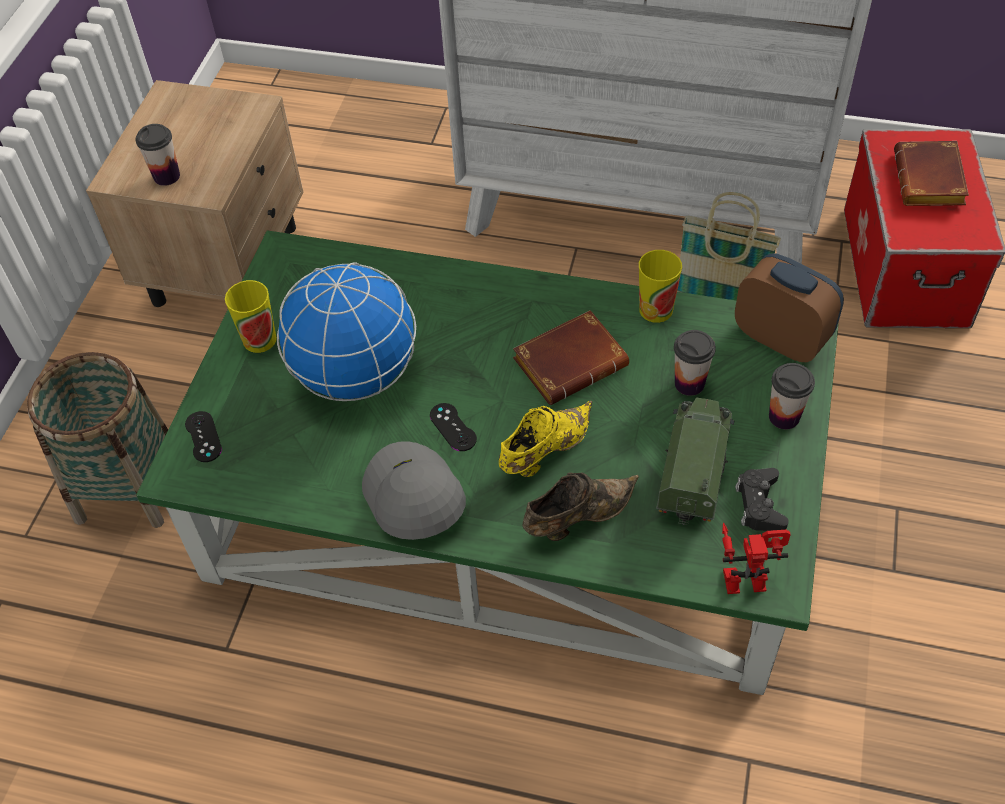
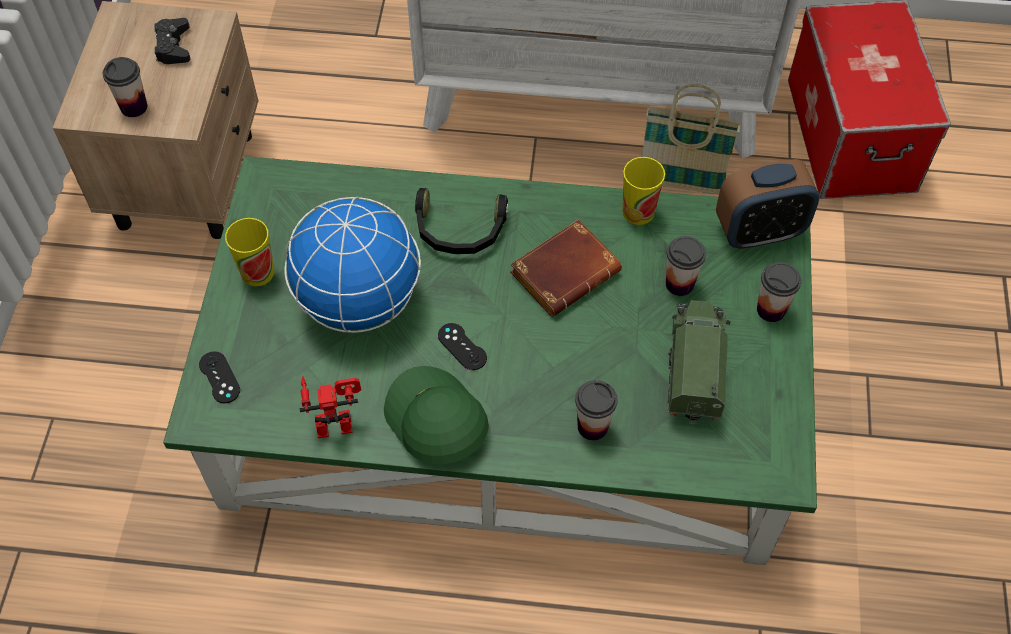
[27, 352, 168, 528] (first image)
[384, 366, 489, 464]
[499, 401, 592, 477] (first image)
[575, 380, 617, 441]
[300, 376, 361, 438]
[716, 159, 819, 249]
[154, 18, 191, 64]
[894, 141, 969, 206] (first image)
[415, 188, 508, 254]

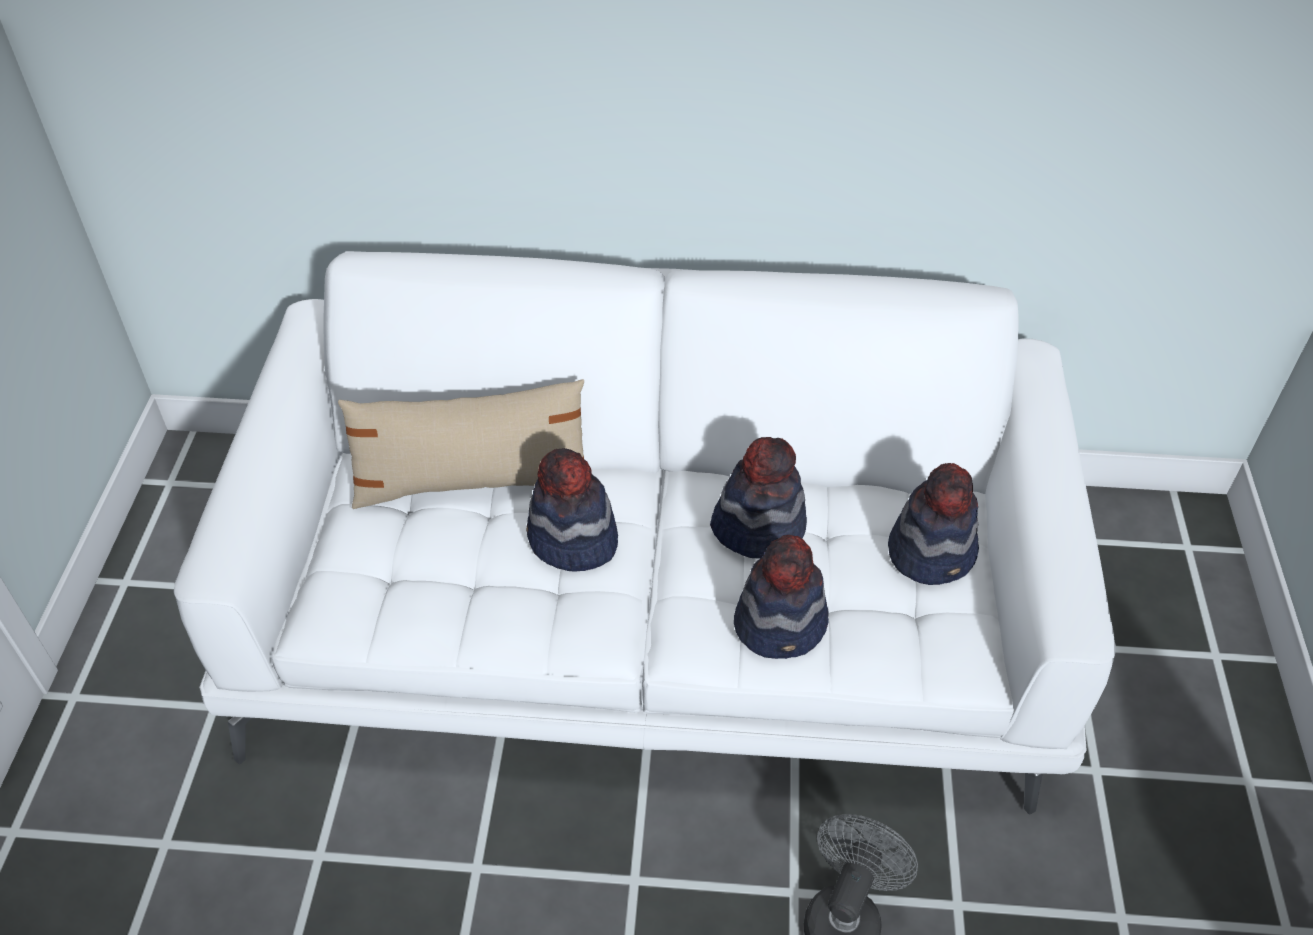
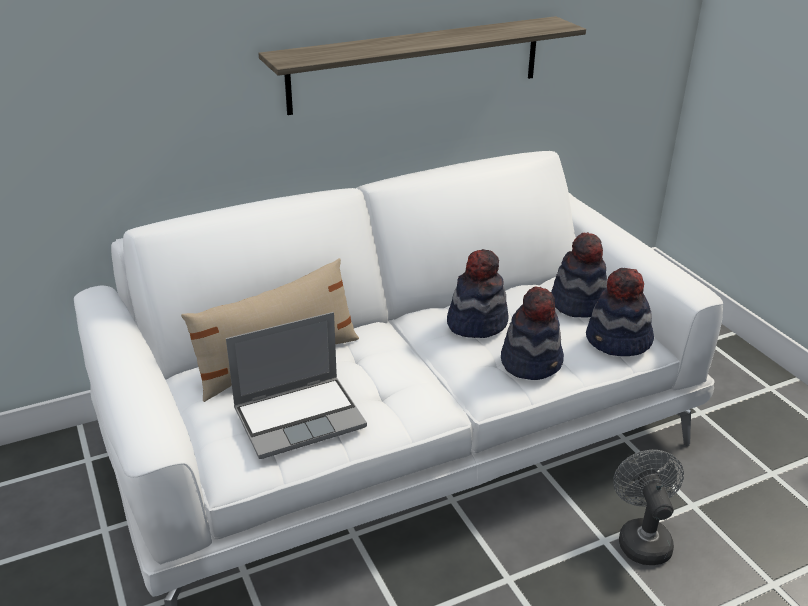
[586, 268, 654, 356]
[226, 312, 367, 459]
[258, 16, 586, 115]

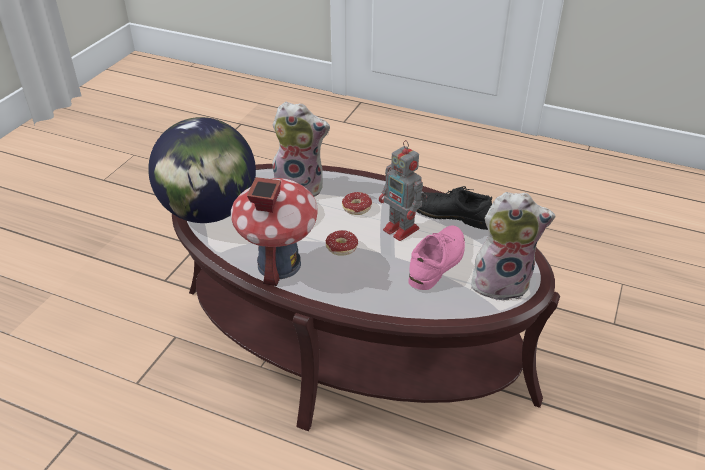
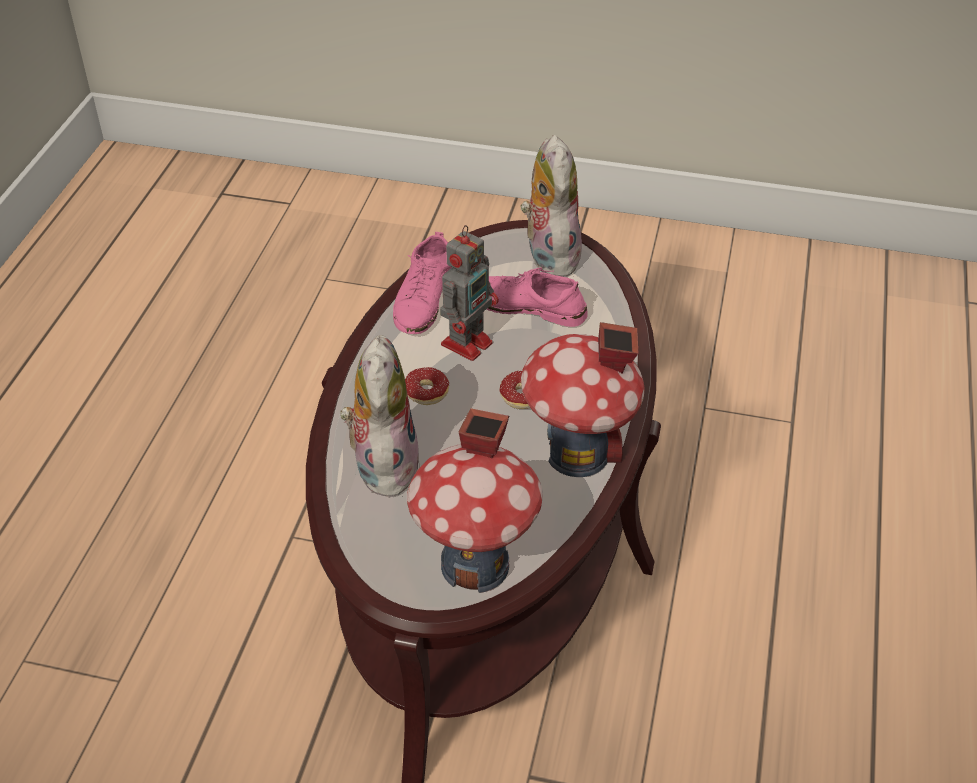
[407, 408, 543, 593]
[393, 232, 452, 334]

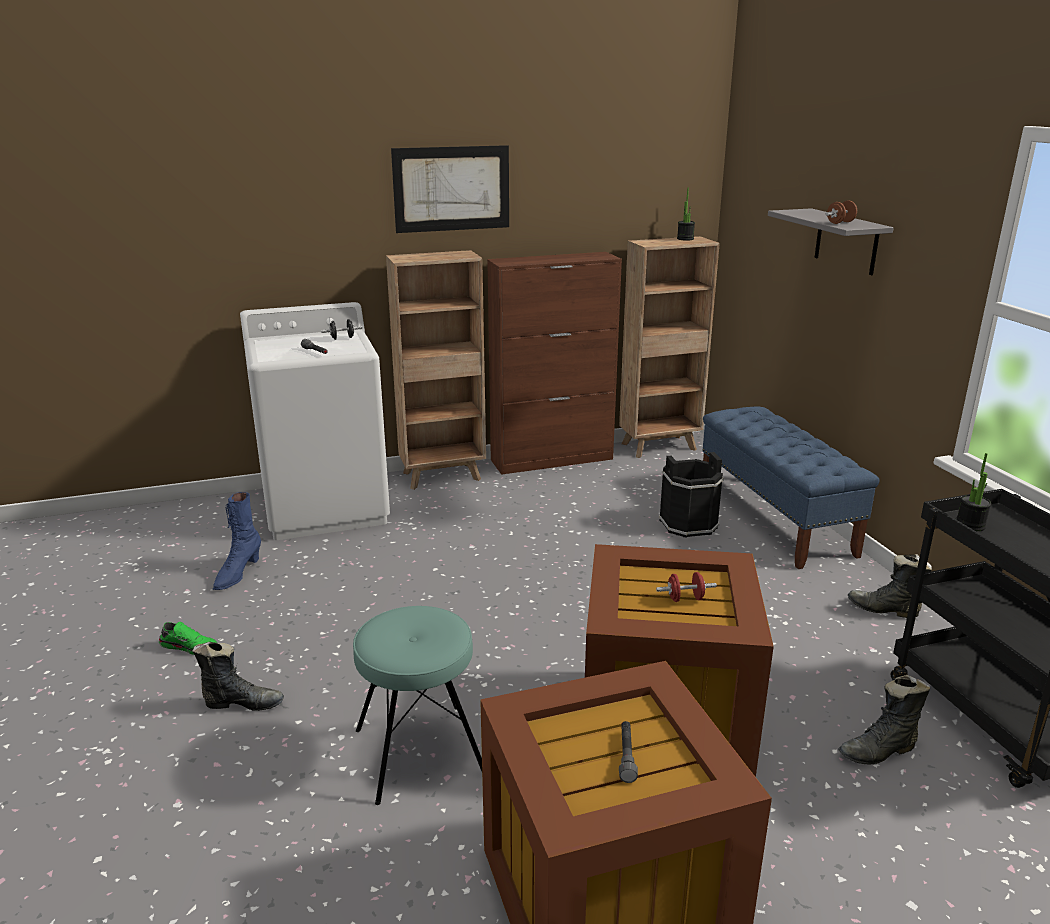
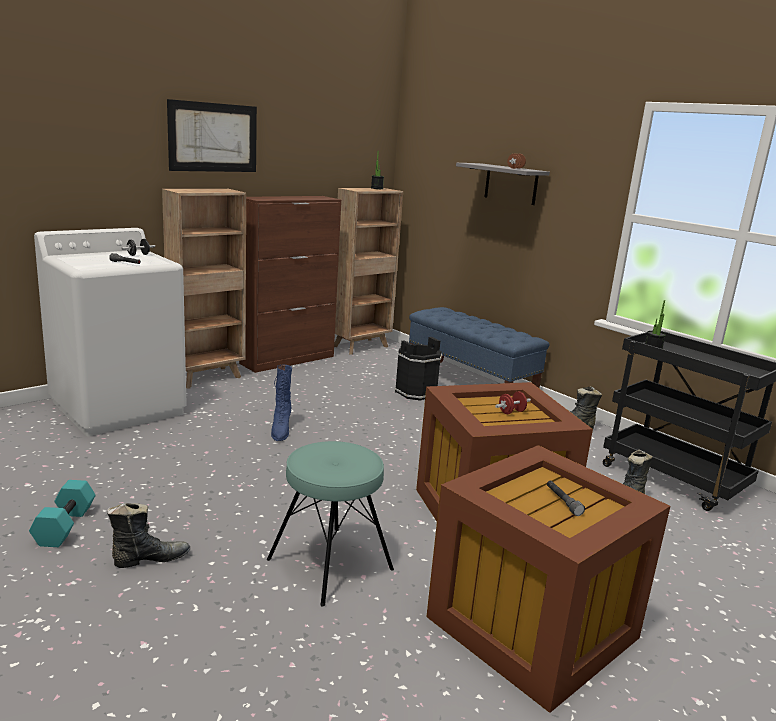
[29, 480, 96, 547]
[271, 365, 292, 441]

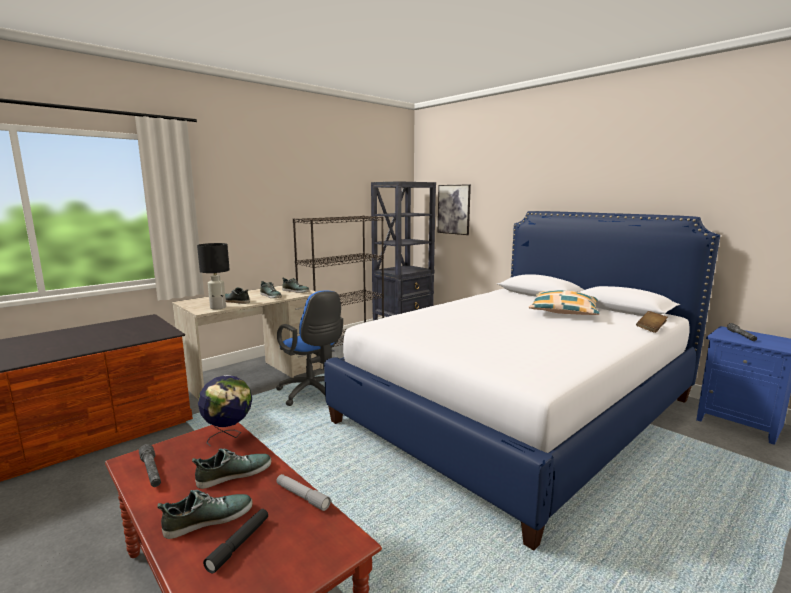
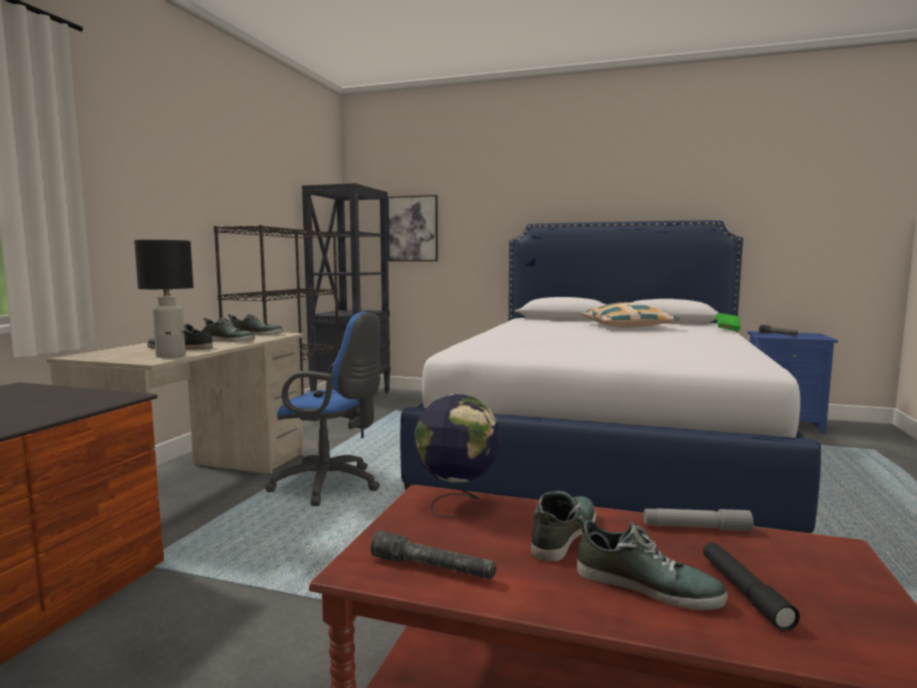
[577, 515, 728, 610]
[716, 313, 741, 332]

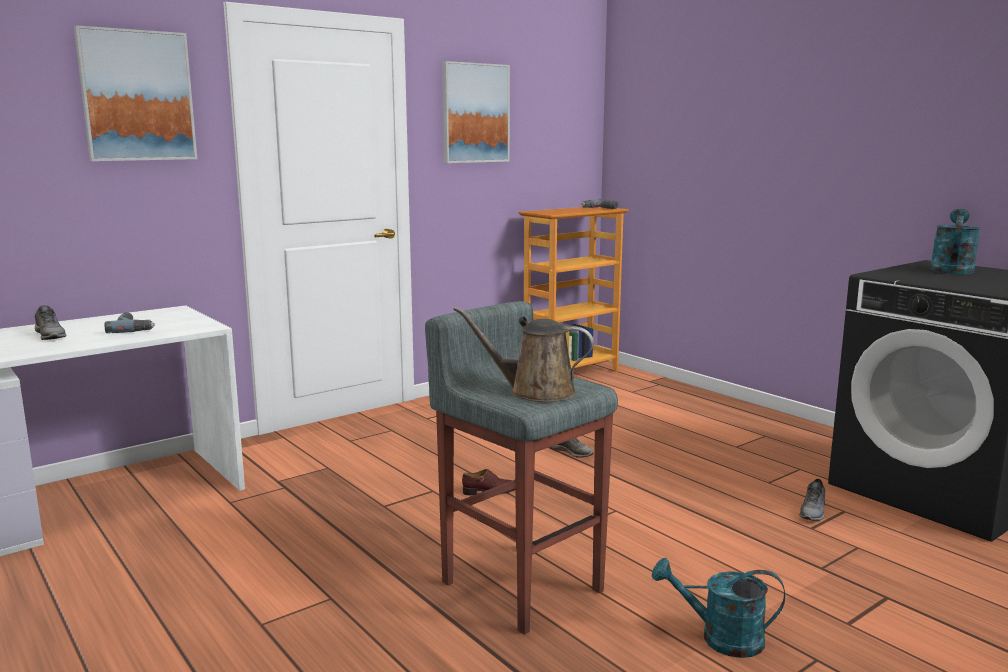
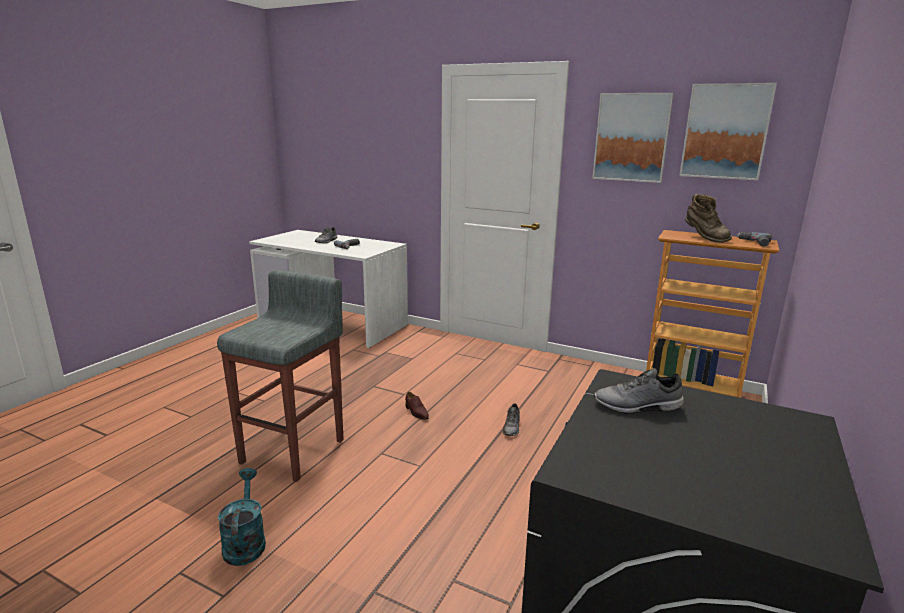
[679, 83, 777, 180]
[453, 307, 594, 402] (first image)
[594, 368, 684, 413]
[929, 209, 981, 274] (first image)
[685, 194, 732, 243]

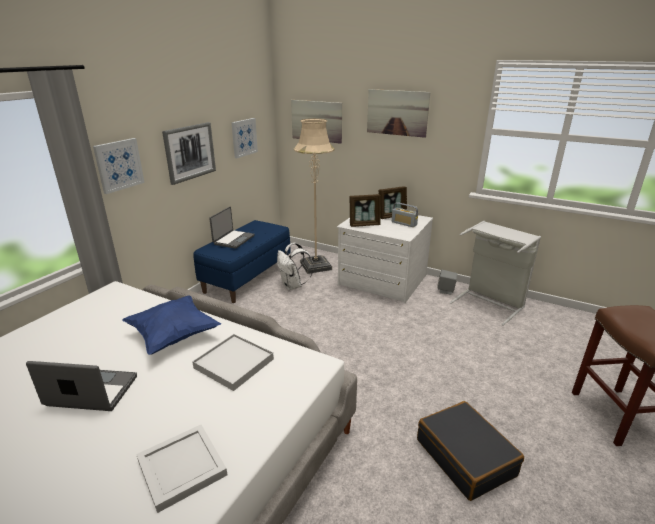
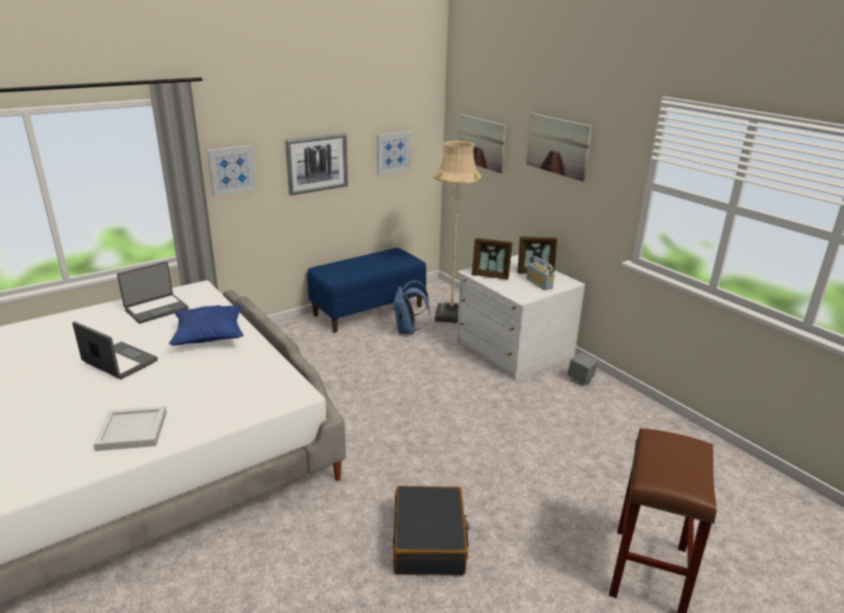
[192, 334, 274, 391] (first image)
[117, 261, 188, 324]
[393, 281, 430, 334]
[450, 221, 541, 326] (first image)

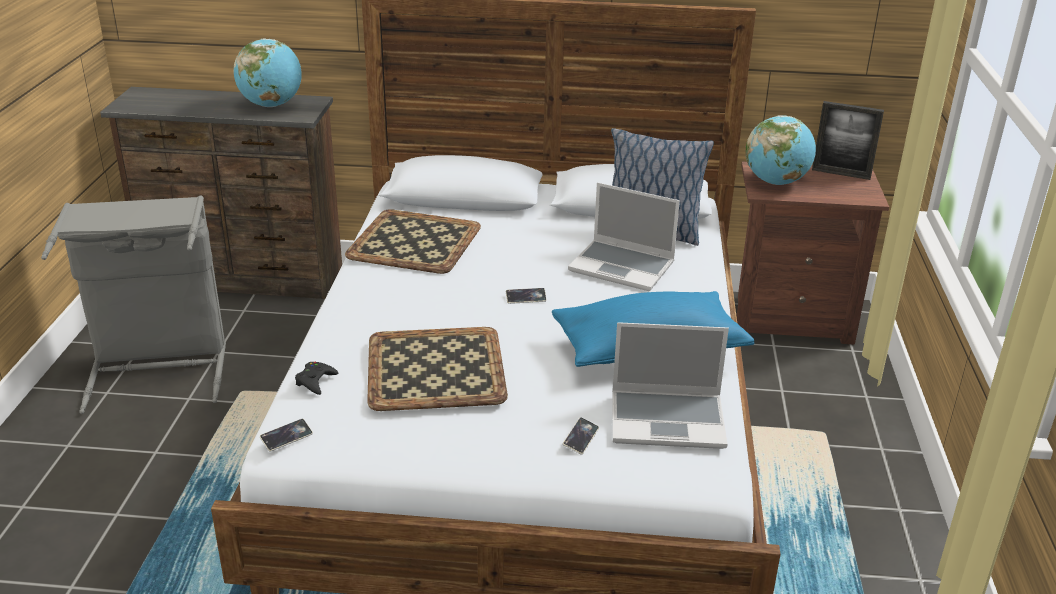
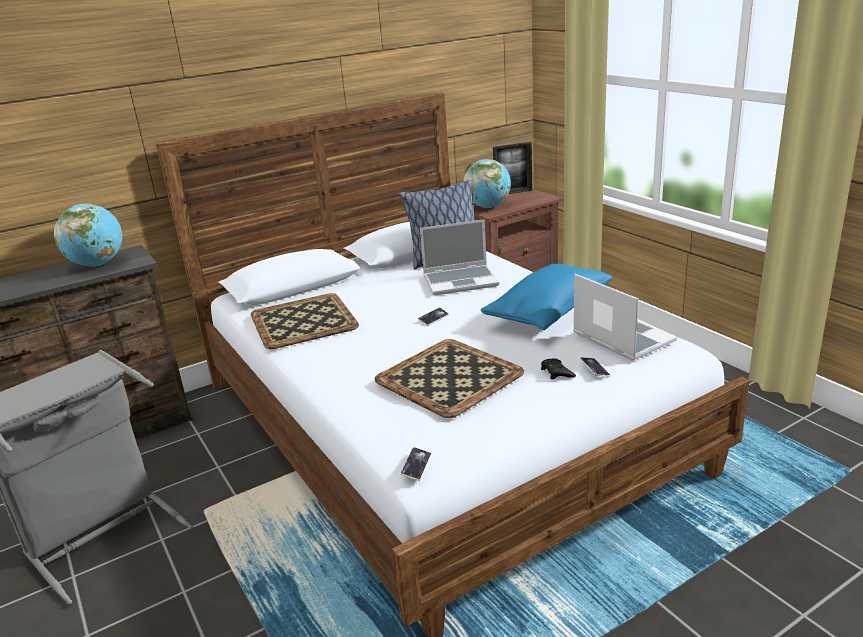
[541, 359, 576, 379]
[573, 274, 677, 361]

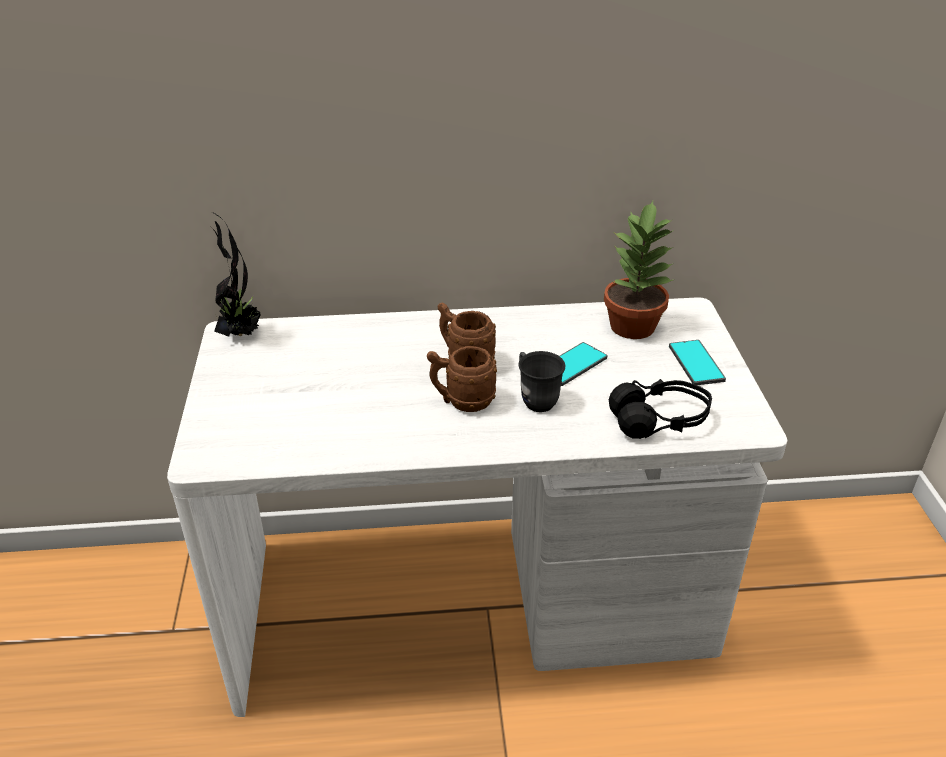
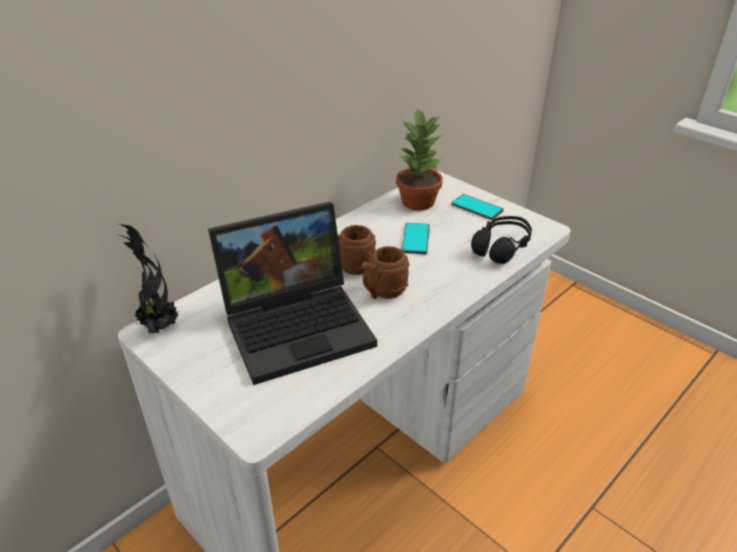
[518, 351, 565, 412] (first image)
[208, 202, 377, 385]

